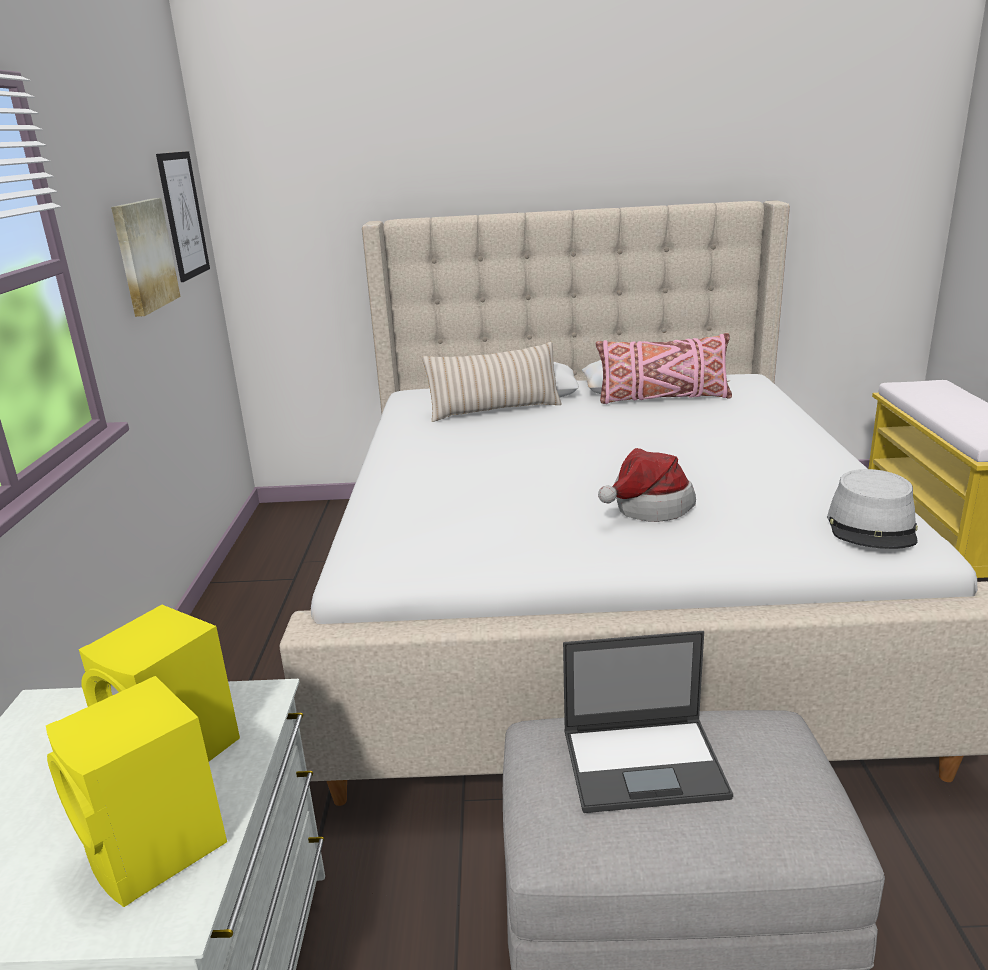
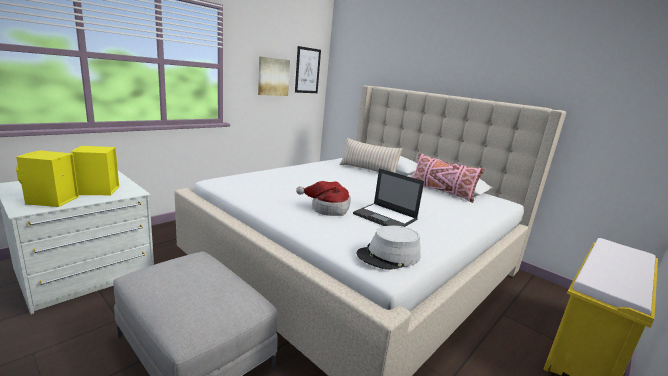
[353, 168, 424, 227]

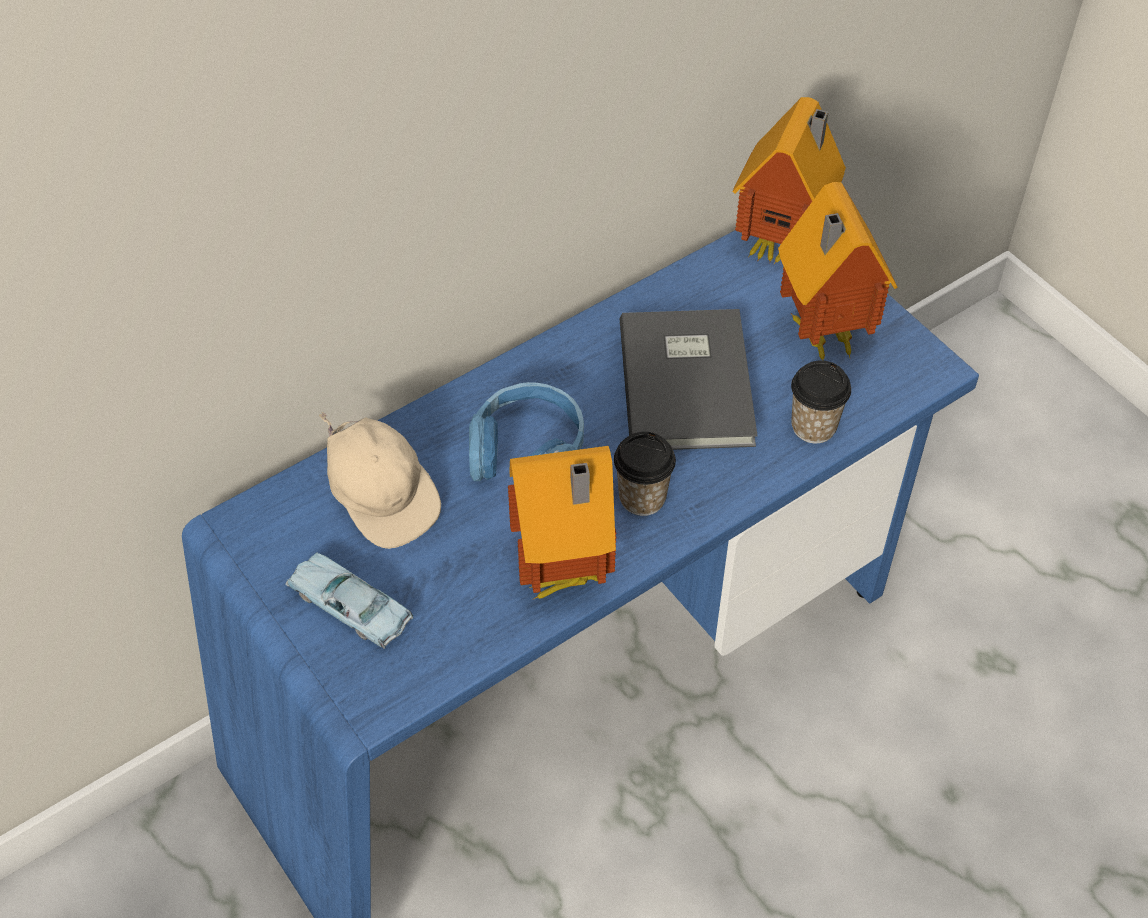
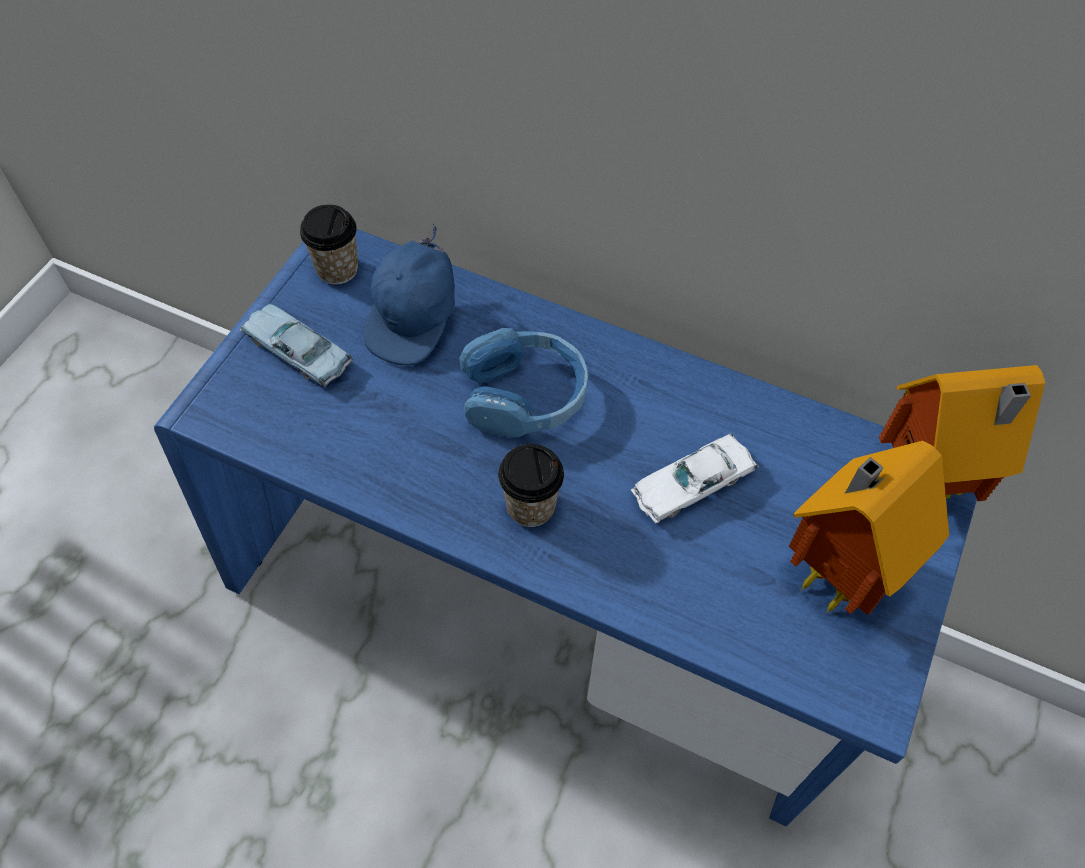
[240, 303, 353, 388]
[364, 224, 455, 366]
[508, 446, 617, 599] (first image)
[631, 433, 759, 523]
[300, 204, 358, 285]

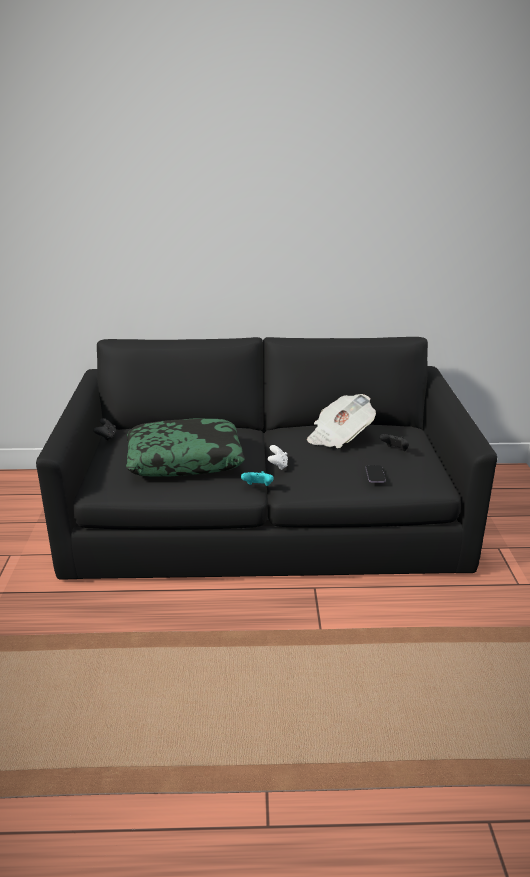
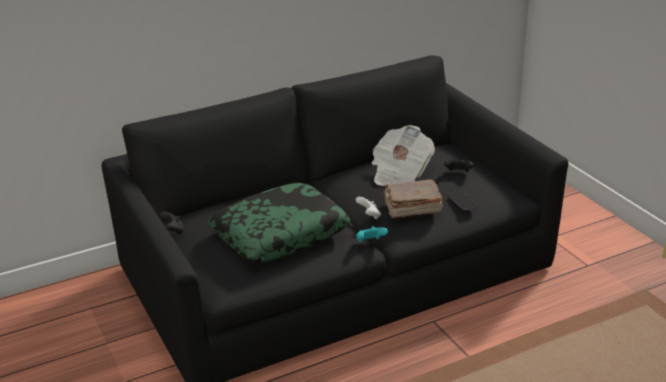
[383, 179, 443, 218]

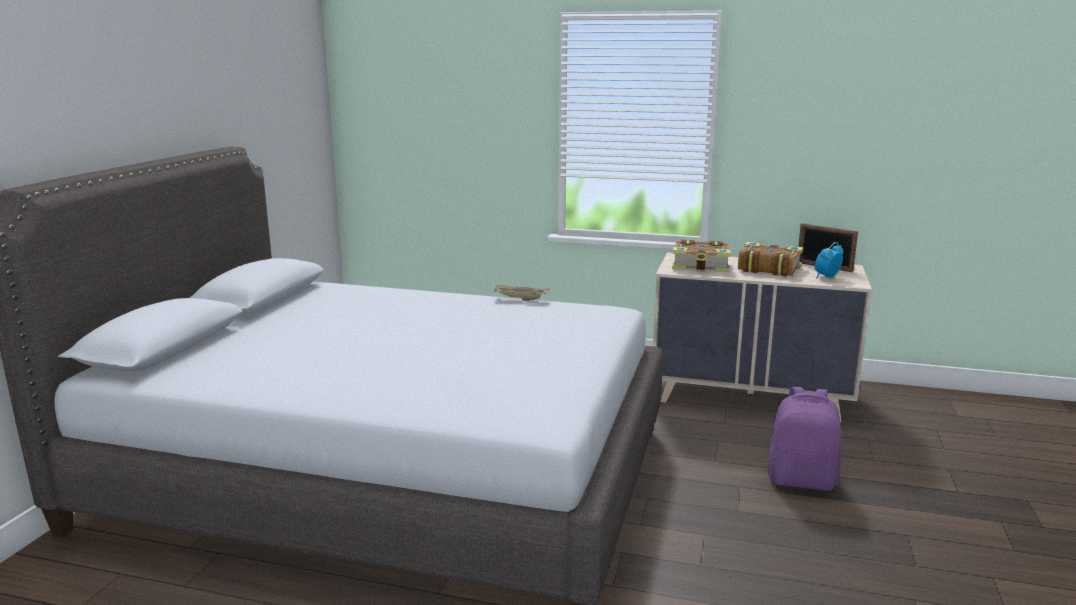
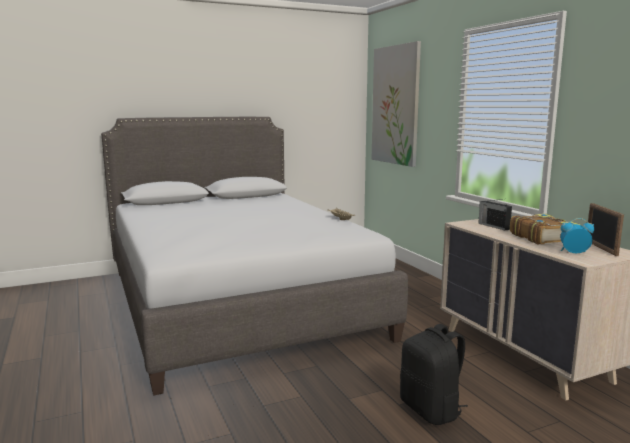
[478, 199, 512, 230]
[400, 324, 468, 425]
[372, 41, 421, 167]

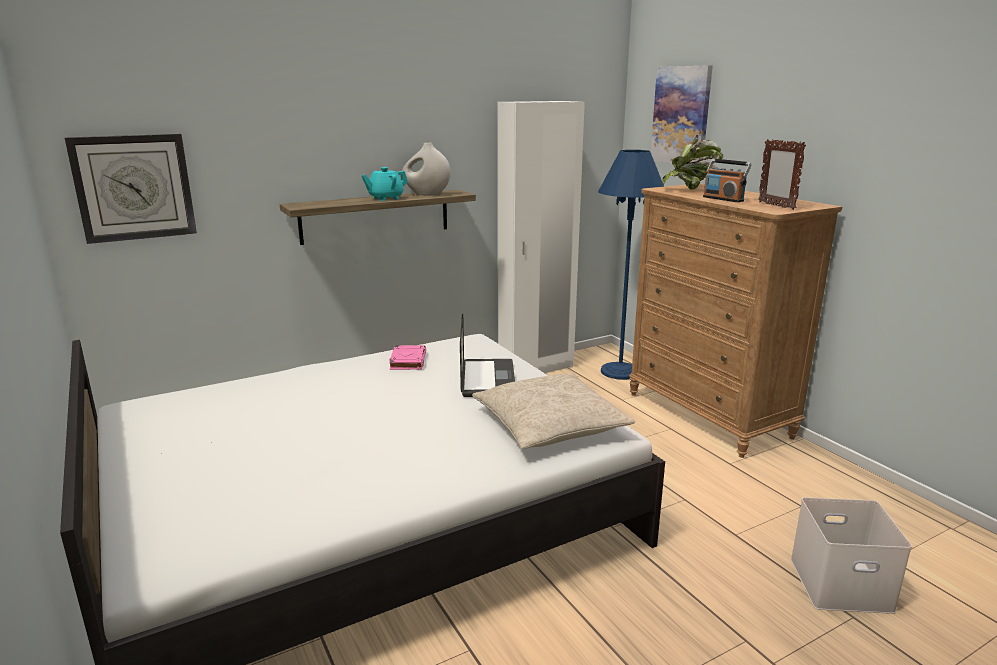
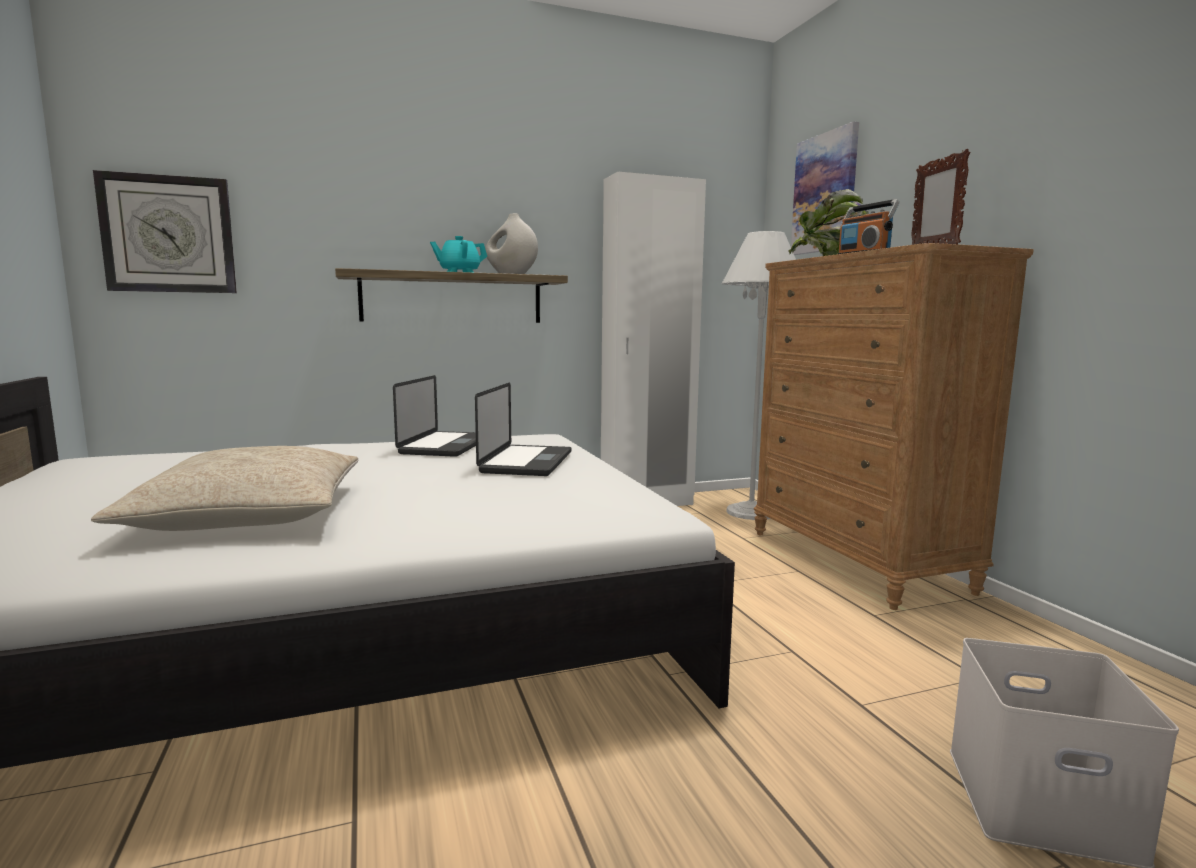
[393, 375, 476, 457]
[91, 446, 359, 531]
[722, 231, 796, 520]

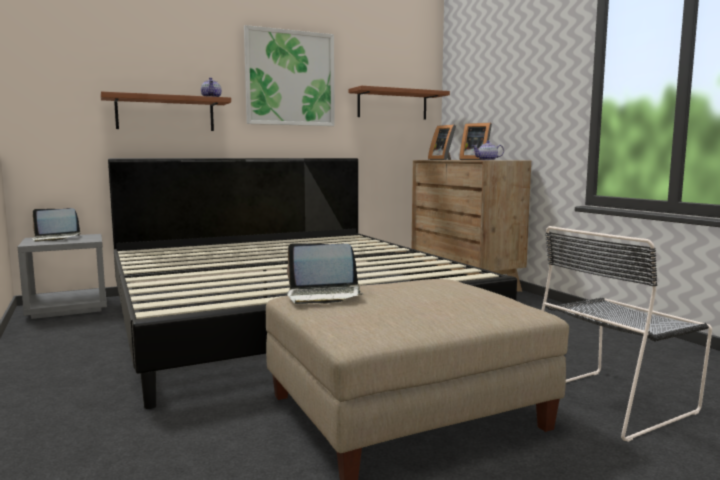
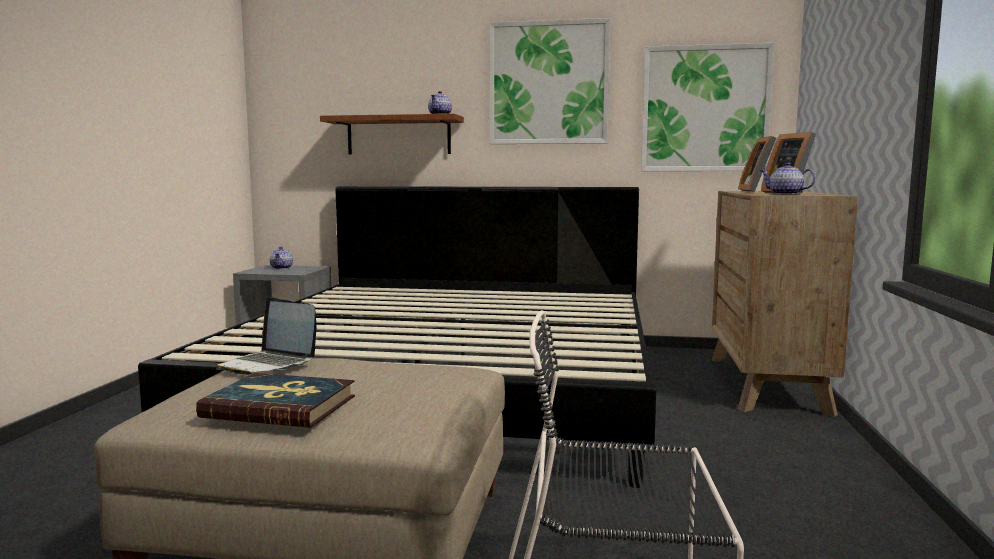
[270, 246, 293, 269]
[641, 43, 774, 171]
[196, 373, 355, 428]

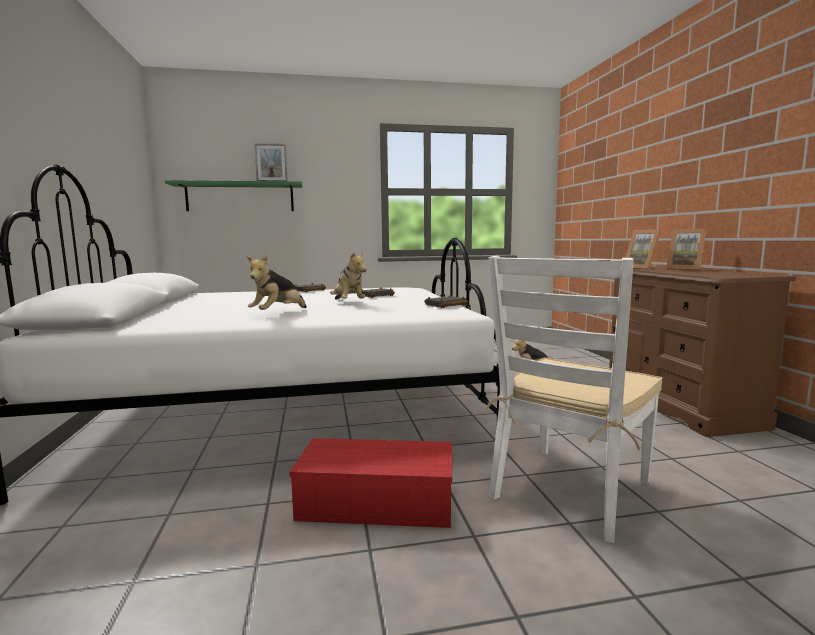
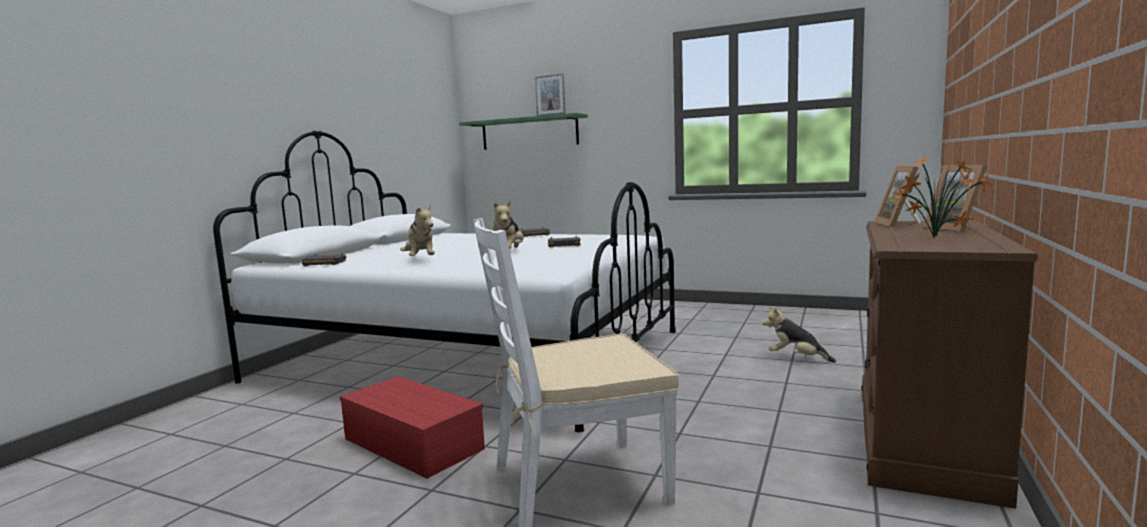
[400, 204, 435, 256]
[302, 253, 346, 266]
[893, 155, 992, 237]

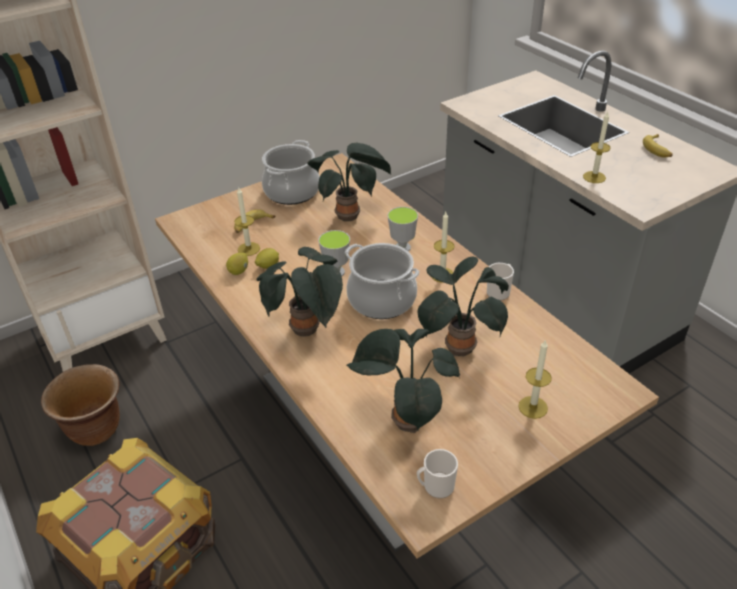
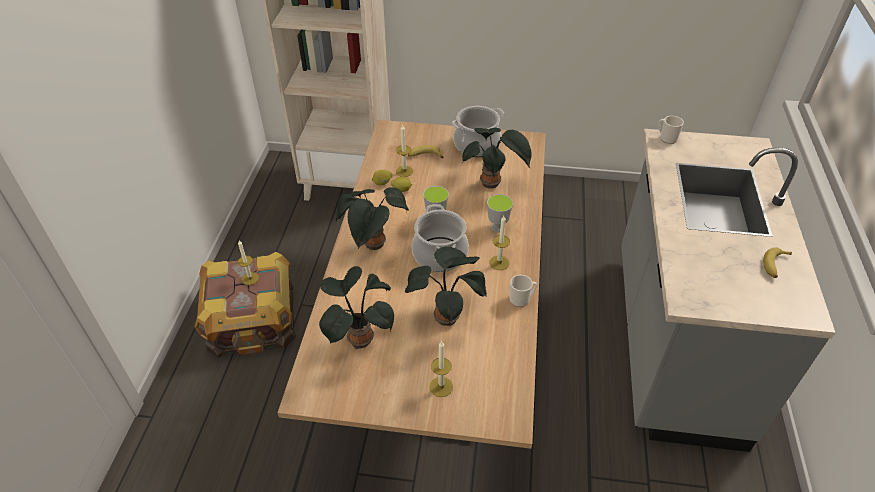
[41, 364, 120, 446] (first image)
[659, 116, 684, 144]
[238, 240, 259, 285]

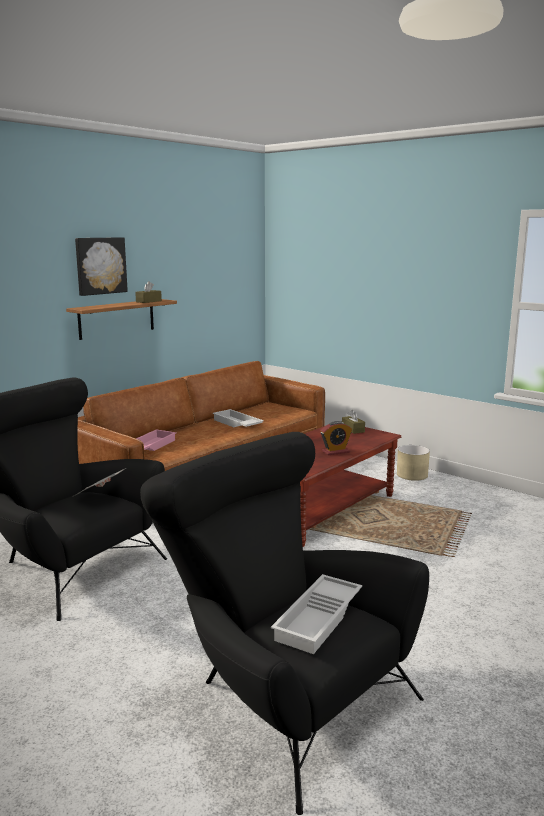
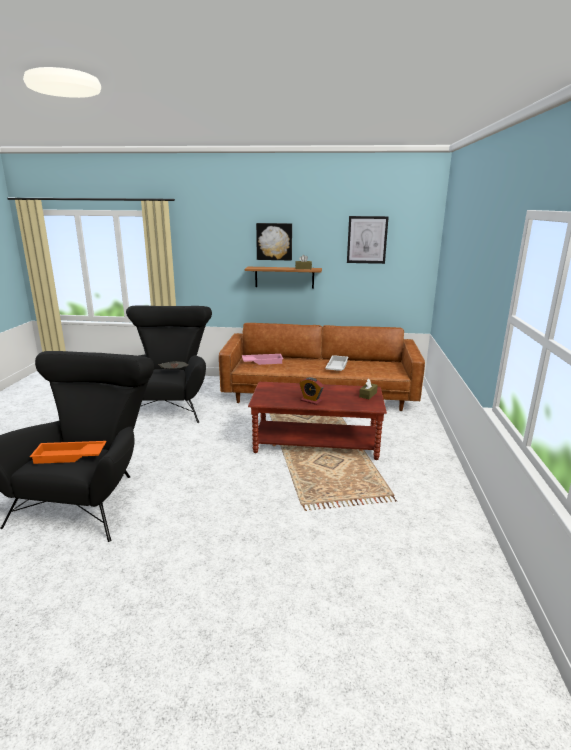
[30, 441, 107, 464]
[397, 445, 430, 481] (first image)
[347, 216, 389, 264]

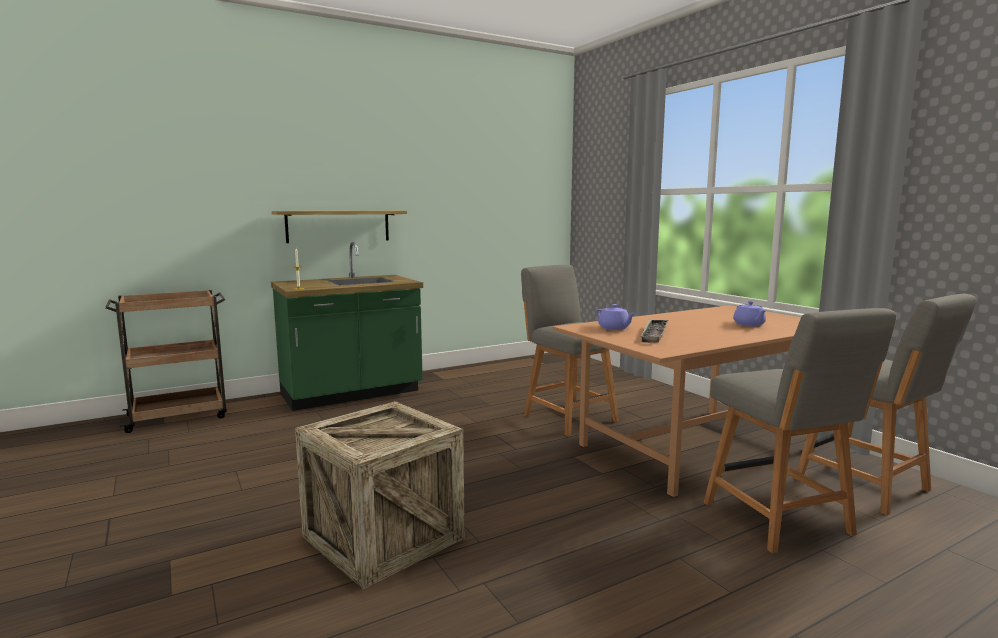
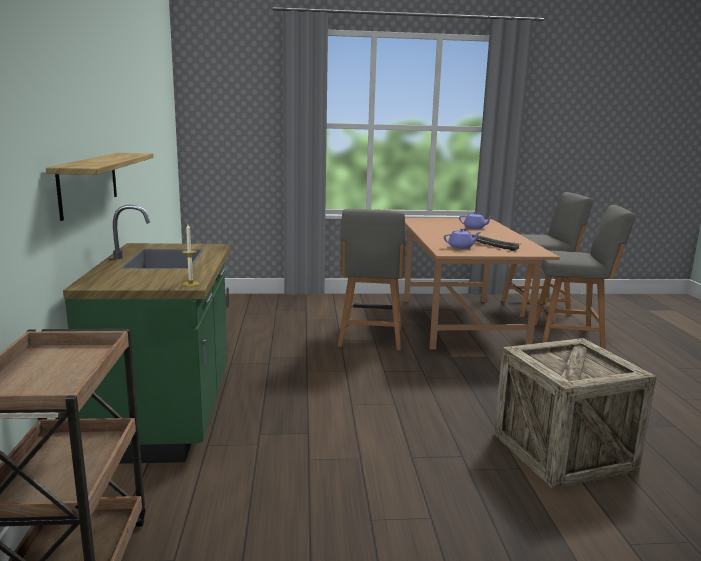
[338, 209, 406, 350]

